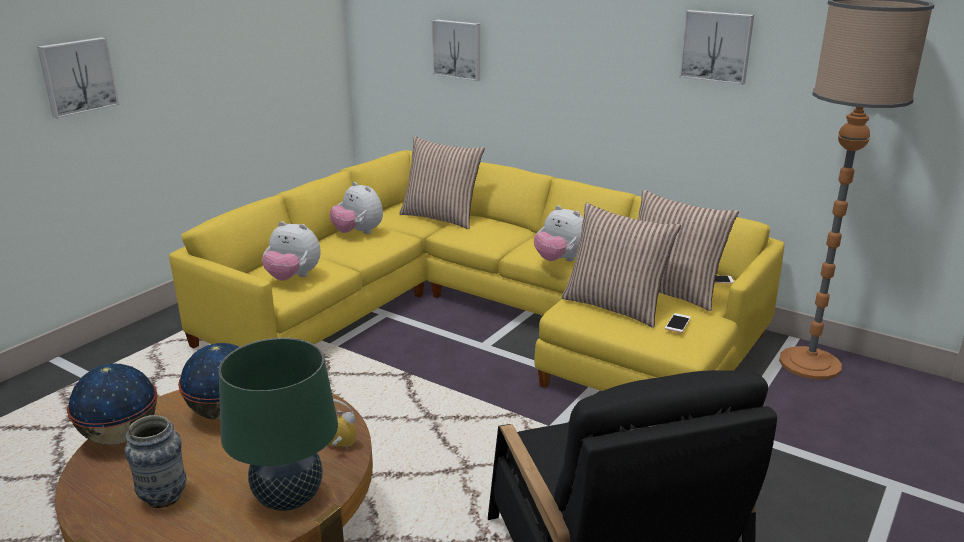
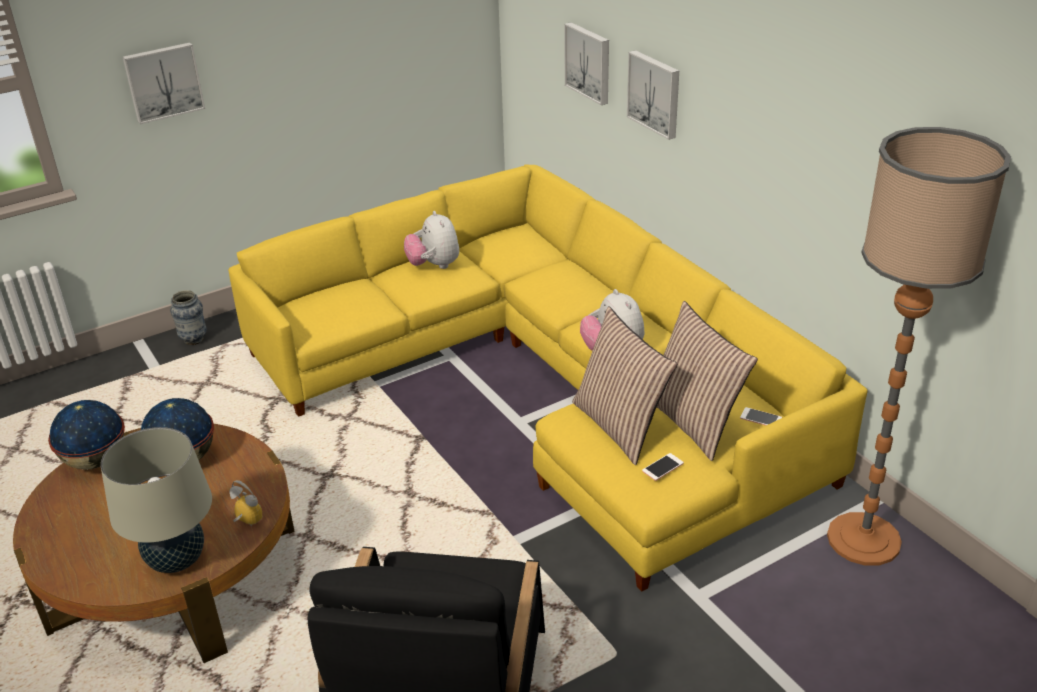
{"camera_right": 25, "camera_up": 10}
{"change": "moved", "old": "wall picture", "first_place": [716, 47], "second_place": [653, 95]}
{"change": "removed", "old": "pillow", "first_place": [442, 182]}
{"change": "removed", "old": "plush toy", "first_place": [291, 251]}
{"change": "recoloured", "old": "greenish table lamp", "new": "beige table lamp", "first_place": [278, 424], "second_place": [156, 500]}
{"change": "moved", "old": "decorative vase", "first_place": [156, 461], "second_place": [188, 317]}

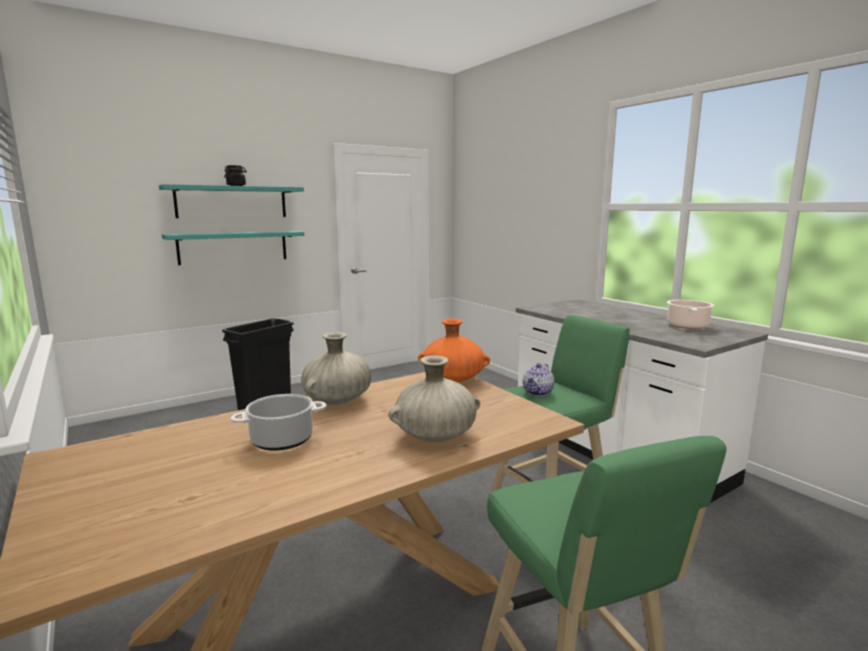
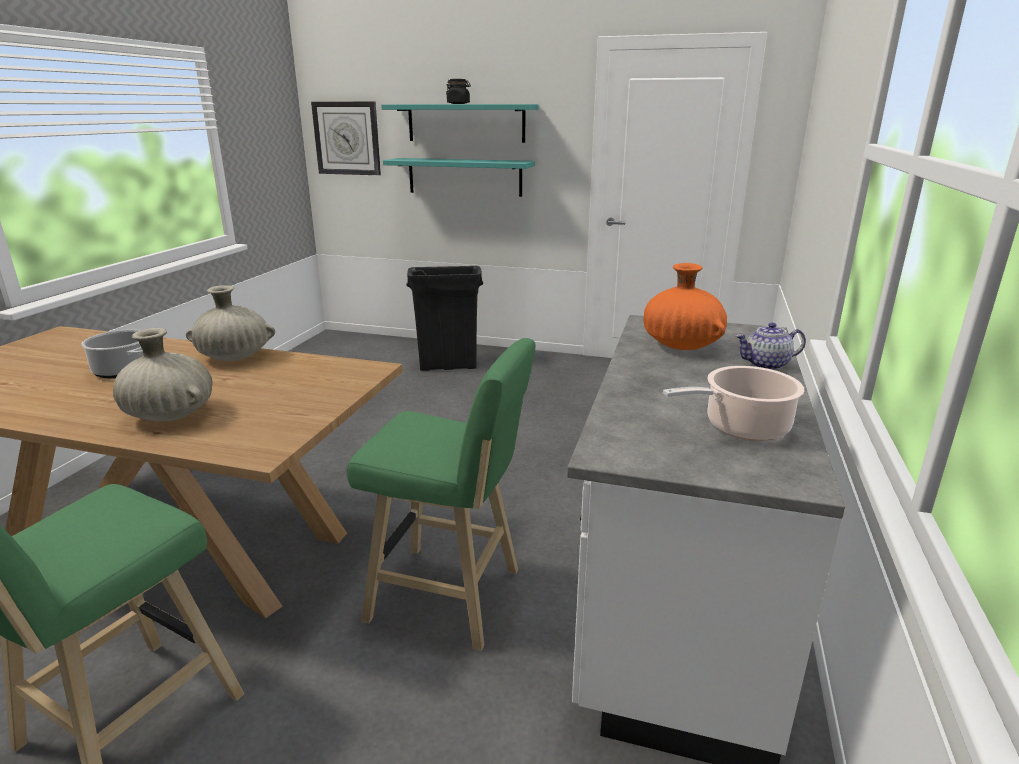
{"camera_right": 50, "camera_up": 10}
{"change": "moved", "old": "orange decorative vase", "first_place": [454, 350], "second_place": [685, 306]}
{"change": "moved", "old": "tea pot", "first_place": [538, 379], "second_place": [770, 346]}
{"change": "added", "new": "hanging clock", "second_place": [346, 138]}

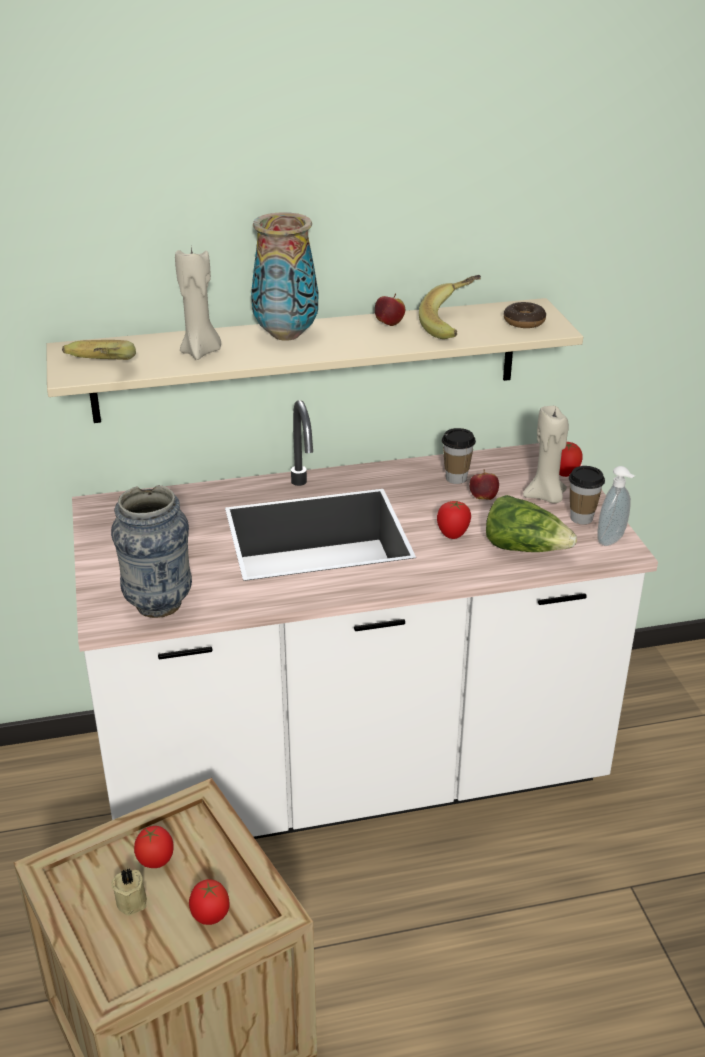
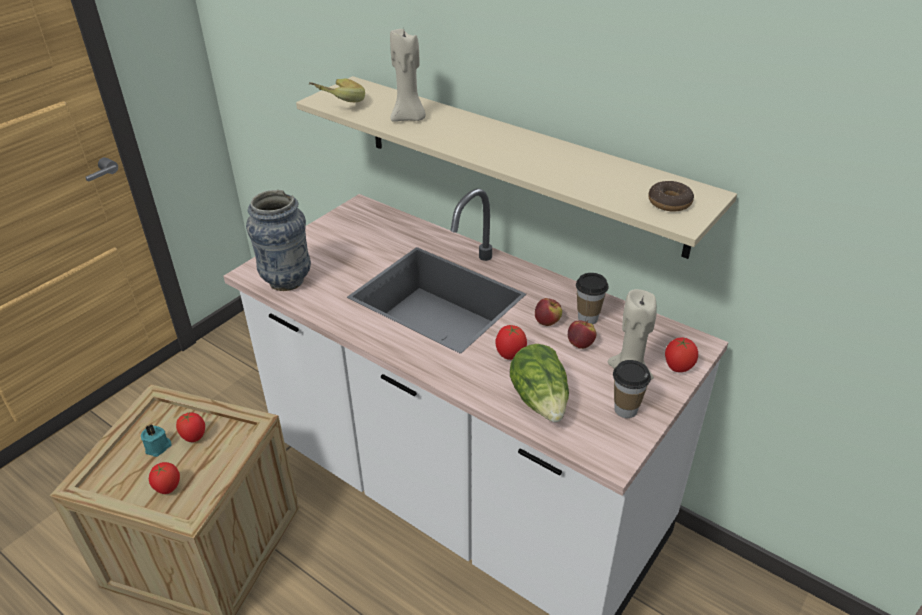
{"camera_right": 50, "camera_up": 5}
{"change": "removed", "old": "decorative vase", "first_place": [284, 276]}
{"change": "removed", "old": "banana fruit", "first_place": [450, 307]}
{"change": "moved", "old": "apple", "first_place": [390, 310], "second_place": [548, 312]}
{"change": "removed", "old": "soap dispenser", "first_place": [616, 506]}
{"change": "recoloured", "old": "beige candle", "new": "turquoise-coloured candle", "first_place": [129, 892], "second_place": [156, 440]}

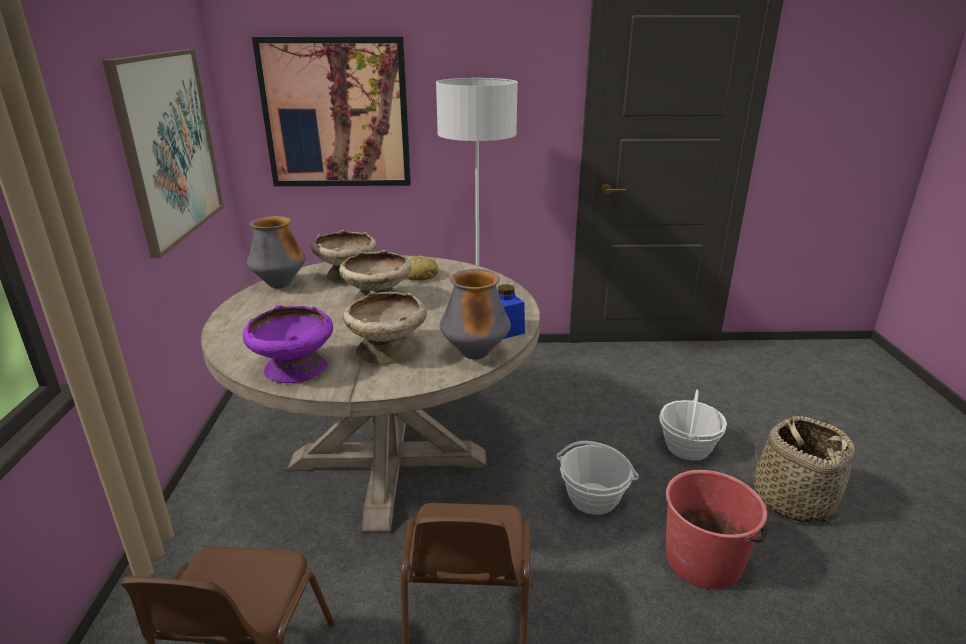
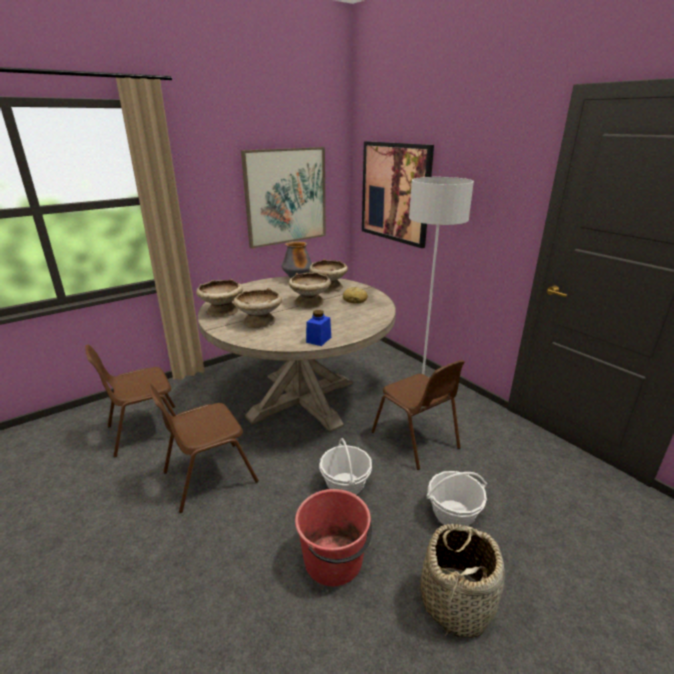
{"camera_right": 55, "camera_up": 0}
{"change": "removed", "old": "decorative vase", "first_place": [475, 314]}
{"change": "recoloured", "old": "purplish serving bowl", "new": "beige serving bowl", "first_place": [288, 344], "second_place": [219, 298]}
{"change": "added", "new": "brown-coloured plain chair", "second_place": [418, 415]}

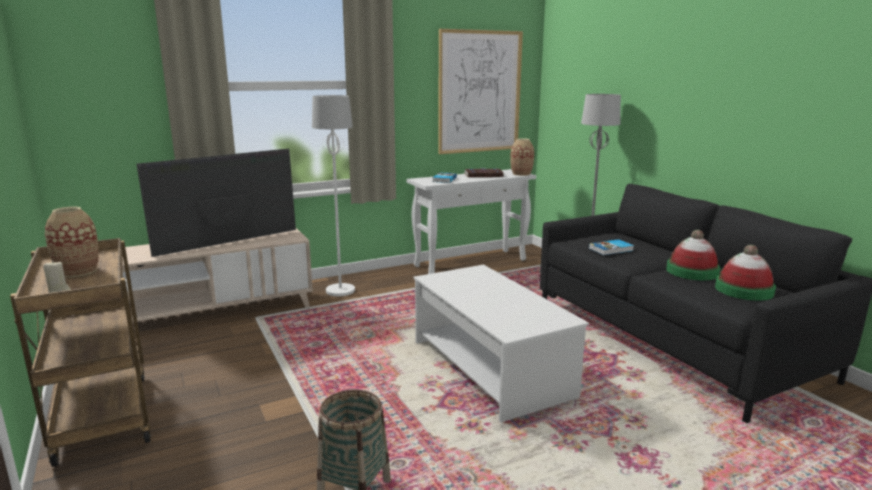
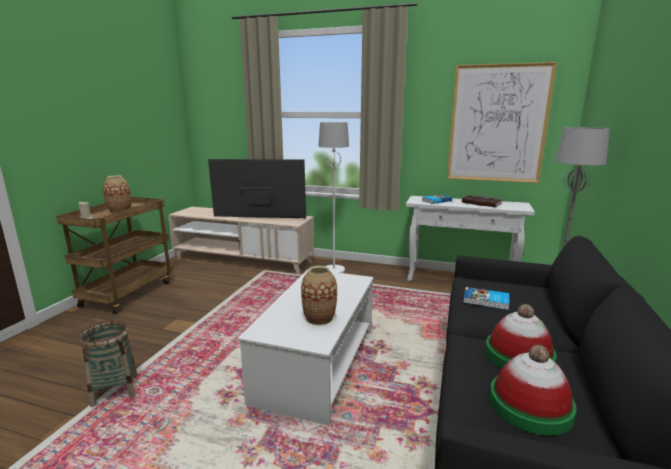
{"camera_right": 45, "camera_up": 0}
{"change": "moved", "old": "decorative vase", "first_place": [522, 157], "second_place": [319, 295]}

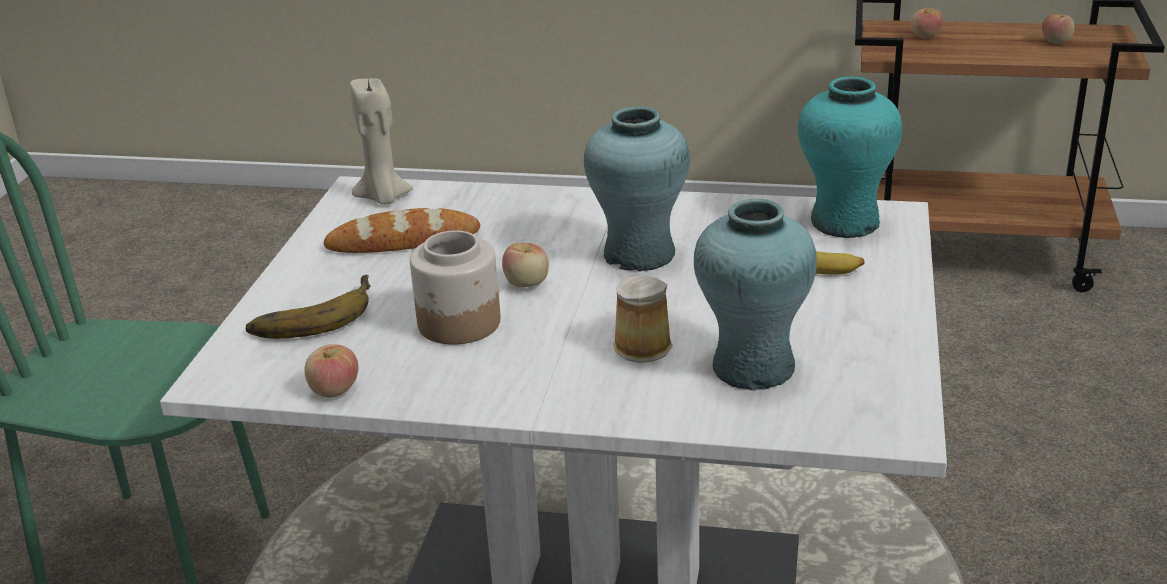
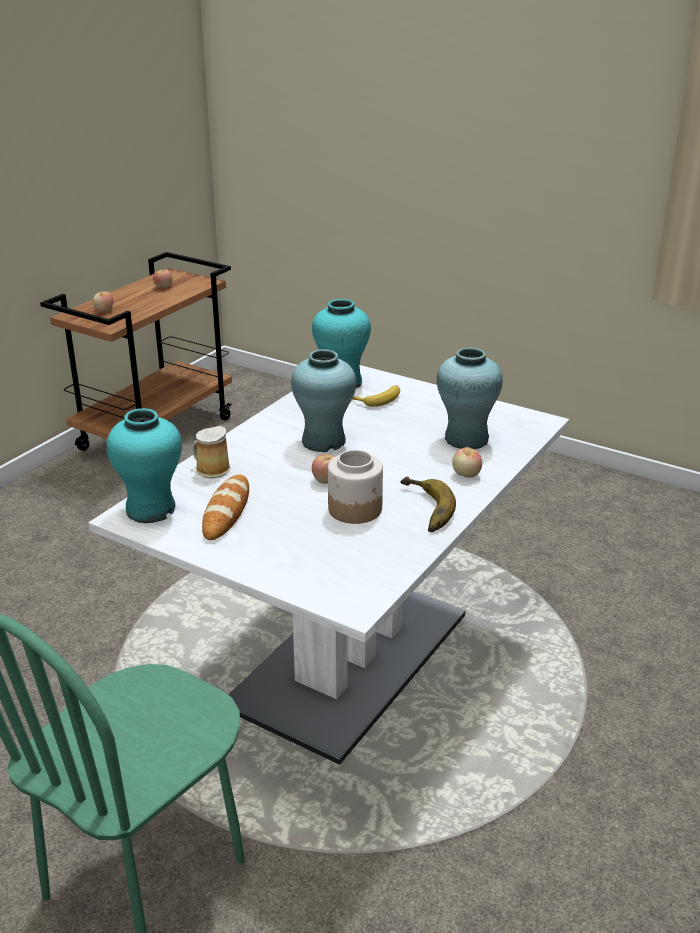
{"camera_right": -70, "camera_up": 0}
{"change": "replaced", "old": "beige candle", "new": "turquoise-coloured decorative vase", "first_place": [381, 141], "second_place": [144, 465]}
{"change": "moved", "old": "banana fruit", "first_place": [308, 307], "second_place": [428, 504]}
{"change": "moved", "old": "mug", "first_place": [643, 319], "second_place": [211, 452]}
{"change": "moved", "old": "apple", "first_place": [332, 371], "second_place": [467, 462]}

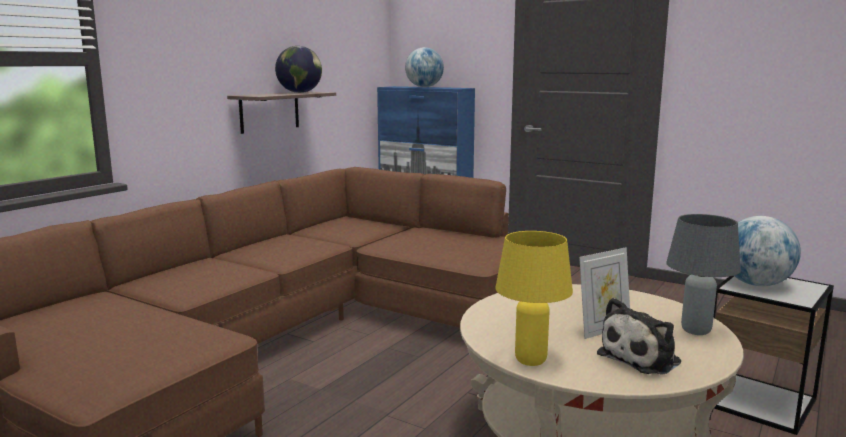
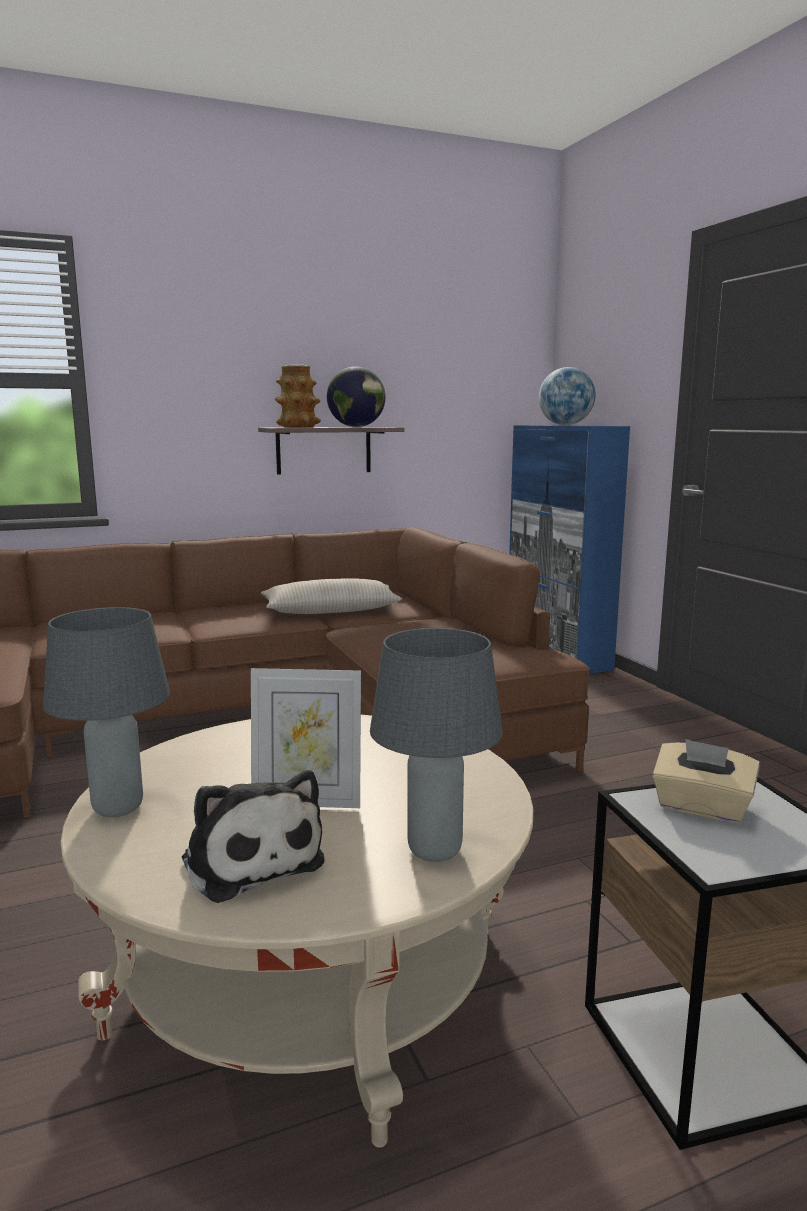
{"camera_right": 35, "camera_up": 0}
{"change": "replaced", "old": "globe", "new": "beige box of tissues", "first_place": [767, 251], "second_place": [706, 781]}
{"change": "recoloured", "old": "yellow-coloured table lamp", "new": "grey table lamp", "first_place": [534, 298], "second_place": [106, 712]}
{"change": "turned", "old": "plush toy", "first_place": [639, 336], "second_place": [253, 836], "degrees": -120}
{"change": "added", "new": "decorative vase", "second_place": [298, 396]}
{"change": "added", "new": "beige pillow", "second_place": [331, 596]}

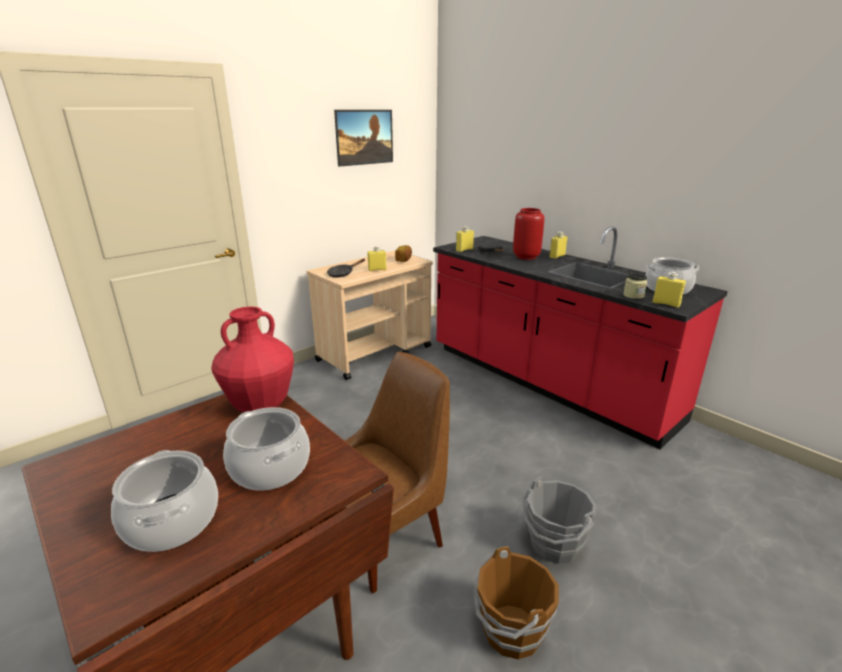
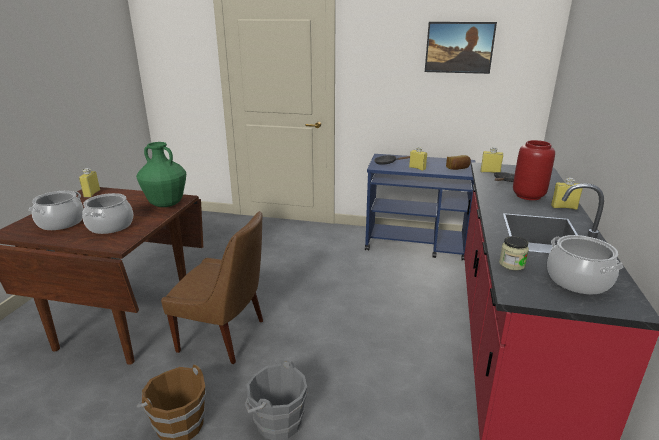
{"camera_right": 55, "camera_up": 0}
{"change": "recoloured", "old": "beige wheeled cart", "new": "blue-coloured wheeled cart", "first_place": [370, 315], "second_place": [420, 207]}
{"change": "moved", "old": "yellow-coloured bottle", "first_place": [669, 290], "second_place": [89, 182]}
{"change": "recoloured", "old": "reddish decorative vase", "new": "greenish decorative vase", "first_place": [252, 360], "second_place": [161, 174]}

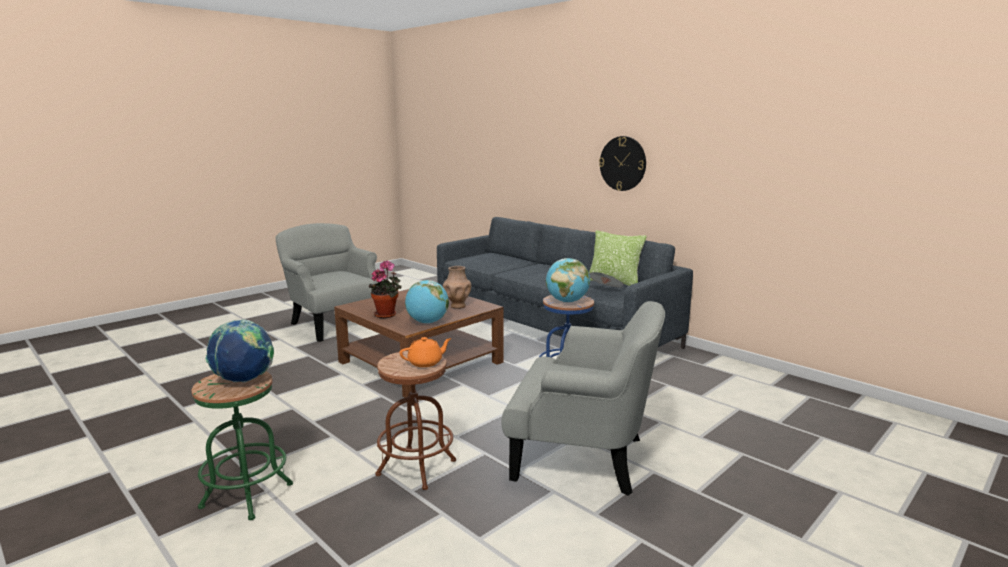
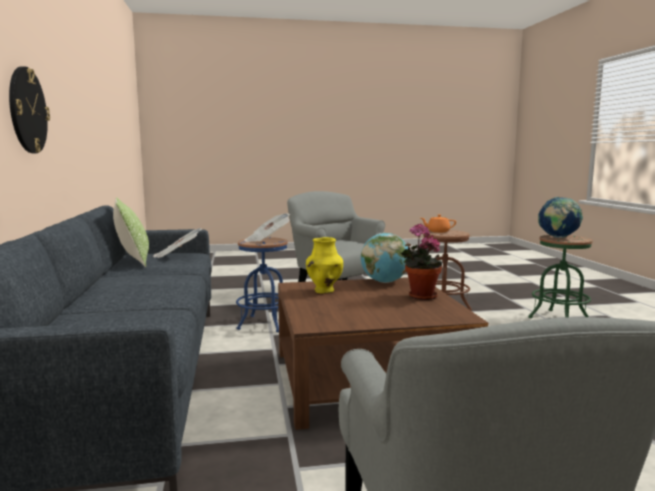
{"camera_right": -145, "camera_up": -5}
{"change": "replaced", "old": "globe", "new": "newspaper", "first_place": [568, 280], "second_place": [267, 227]}
{"change": "recoloured", "old": "brown-coloured decorative vase", "new": "yellow-coloured decorative vase", "first_place": [457, 287], "second_place": [324, 265]}

